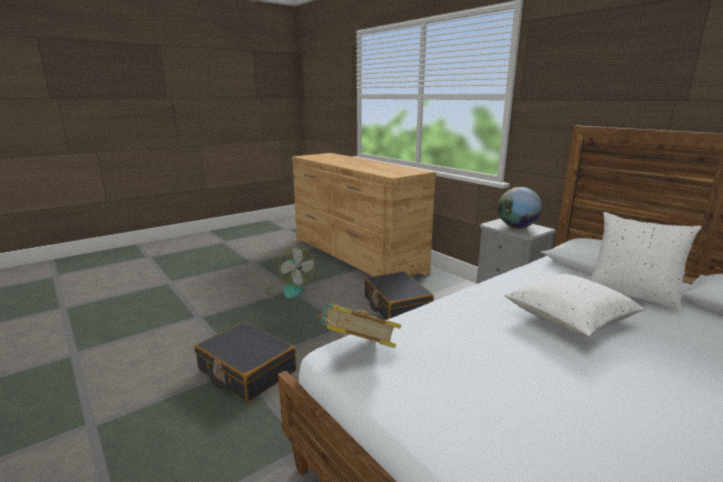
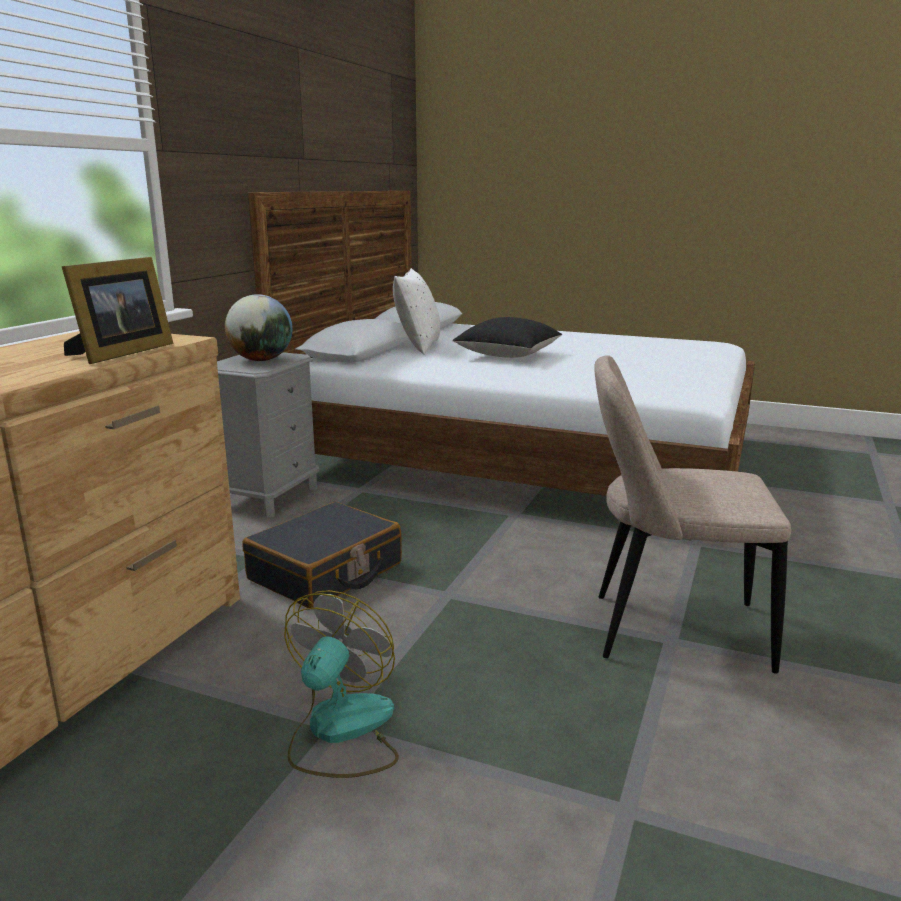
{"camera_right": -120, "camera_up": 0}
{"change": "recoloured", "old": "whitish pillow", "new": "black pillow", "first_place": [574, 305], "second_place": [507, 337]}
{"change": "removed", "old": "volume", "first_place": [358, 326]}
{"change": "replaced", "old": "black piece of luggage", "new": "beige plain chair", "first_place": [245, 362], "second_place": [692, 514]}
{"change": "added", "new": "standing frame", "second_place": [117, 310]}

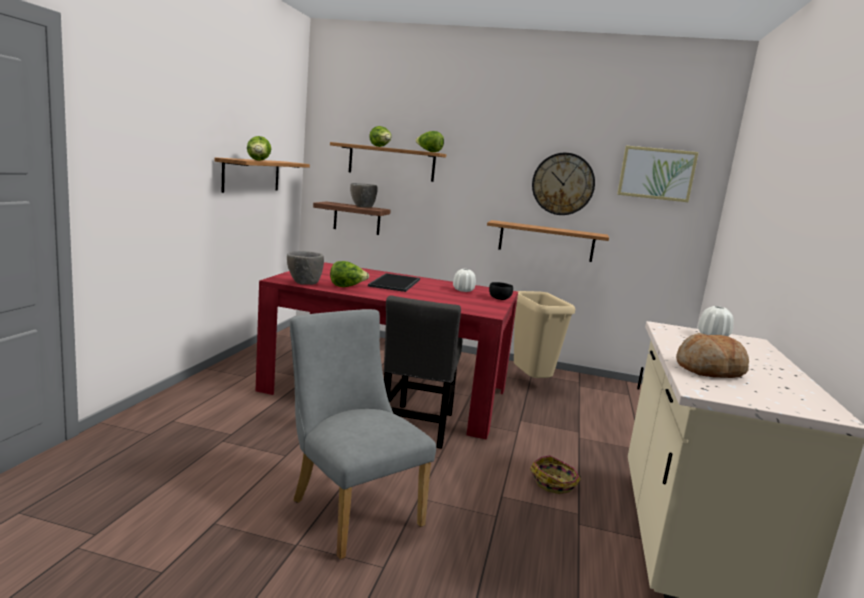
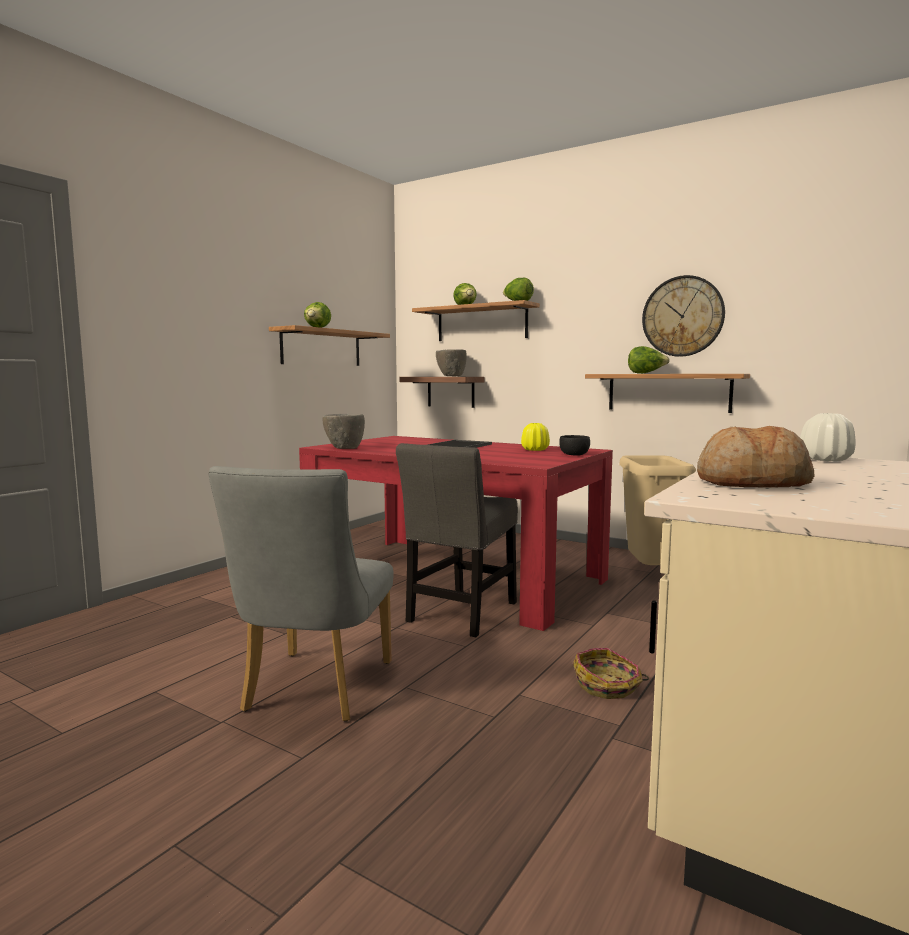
{"camera_right": 20, "camera_up": -5}
{"change": "removed", "old": "wall picture", "first_place": [658, 174]}
{"change": "moved", "old": "lettuce head", "first_place": [349, 274], "second_place": [649, 360]}
{"change": "recoloured", "old": "whitish decorative vase", "new": "yellow-coloured decorative vase", "first_place": [464, 280], "second_place": [535, 437]}
{"change": "turned", "old": "grey plain chair", "first_place": [363, 434], "second_place": [301, 594], "degrees": -150}

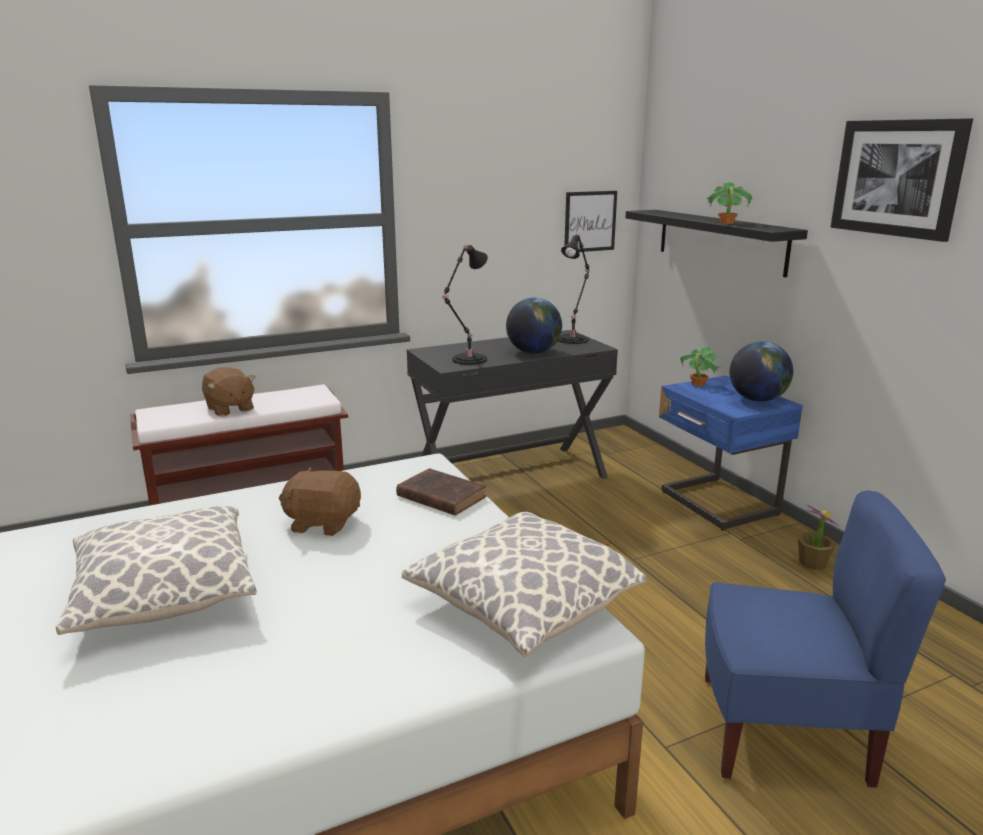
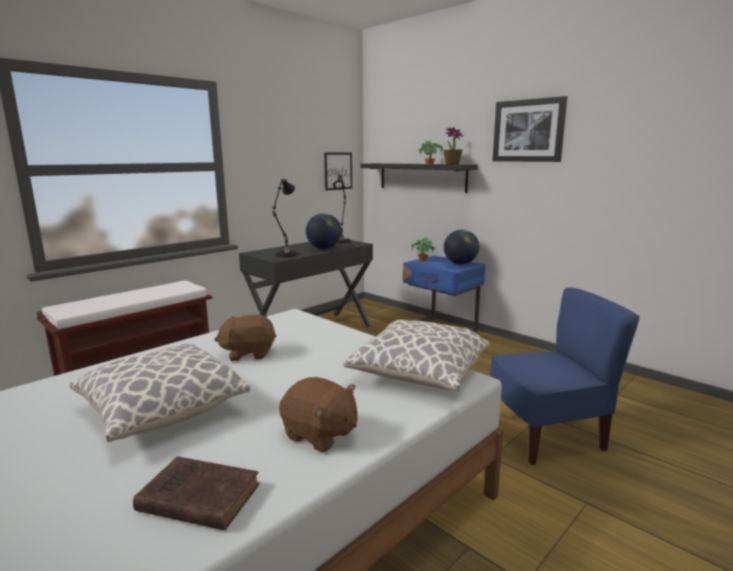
{"camera_right": -20, "camera_up": -5}
{"change": "moved", "old": "brown-coloured plush toy", "first_place": [228, 392], "second_place": [318, 414]}
{"change": "moved", "old": "brown-coloured volume", "first_place": [441, 492], "second_place": [196, 493]}
{"change": "moved", "old": "plant in a pot", "first_place": [818, 537], "second_place": [453, 145]}

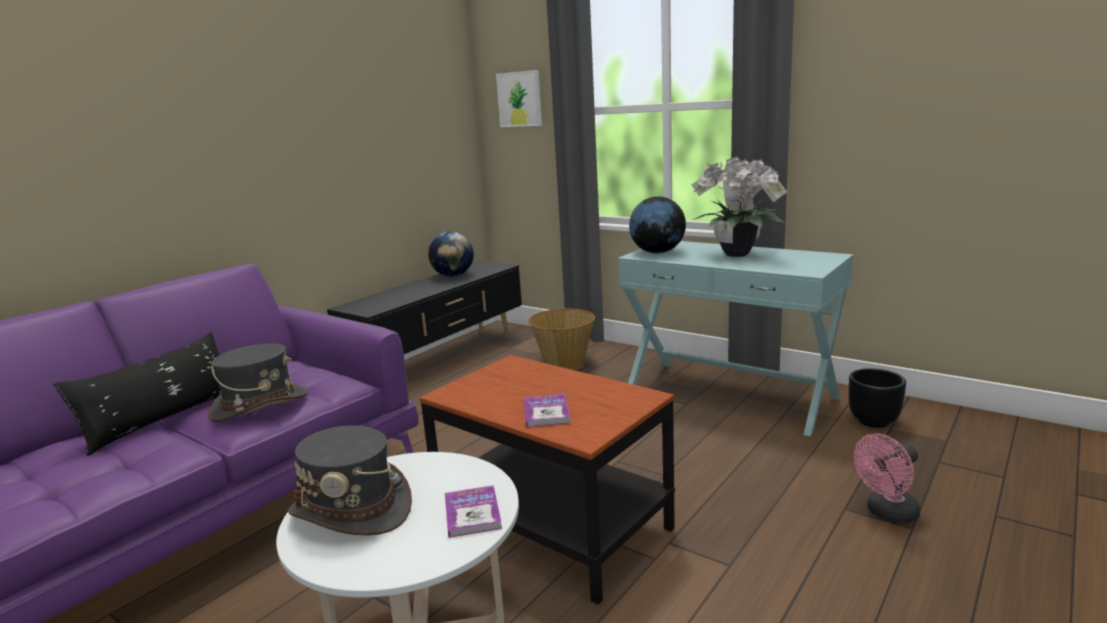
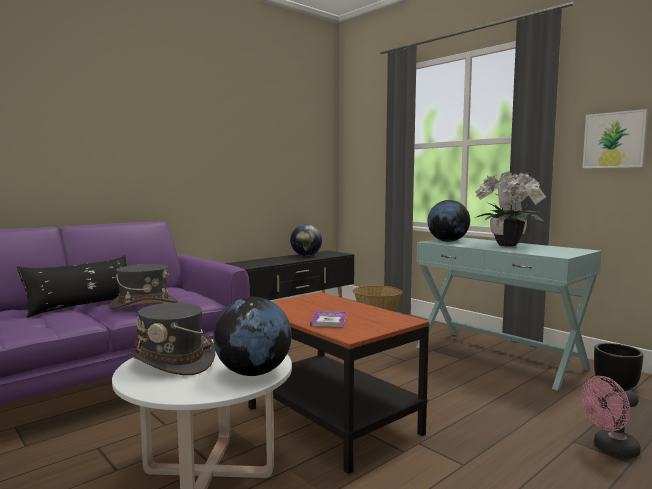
{"camera_right": 10, "camera_up": -10}
{"change": "moved", "old": "wall picture", "first_place": [519, 98], "second_place": [615, 138]}
{"change": "replaced", "old": "volume", "new": "globe", "first_place": [473, 511], "second_place": [252, 336]}

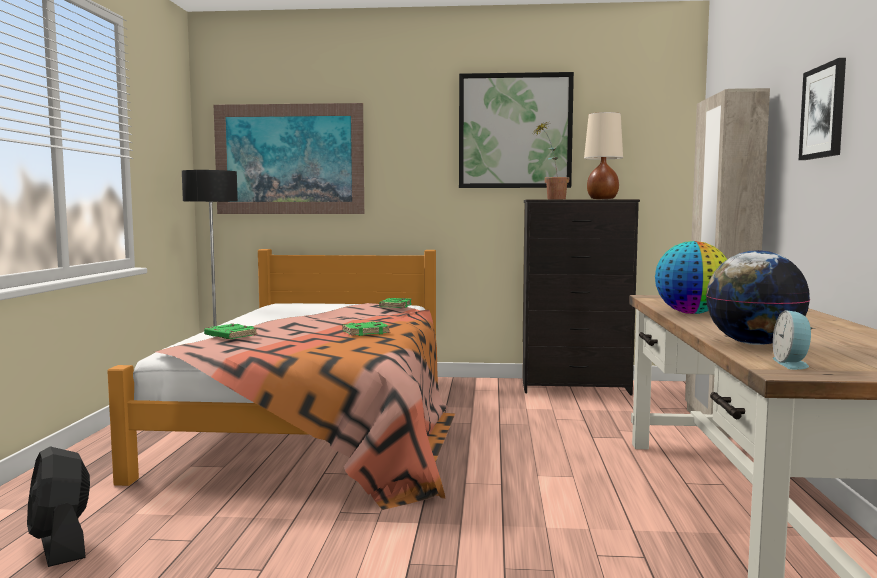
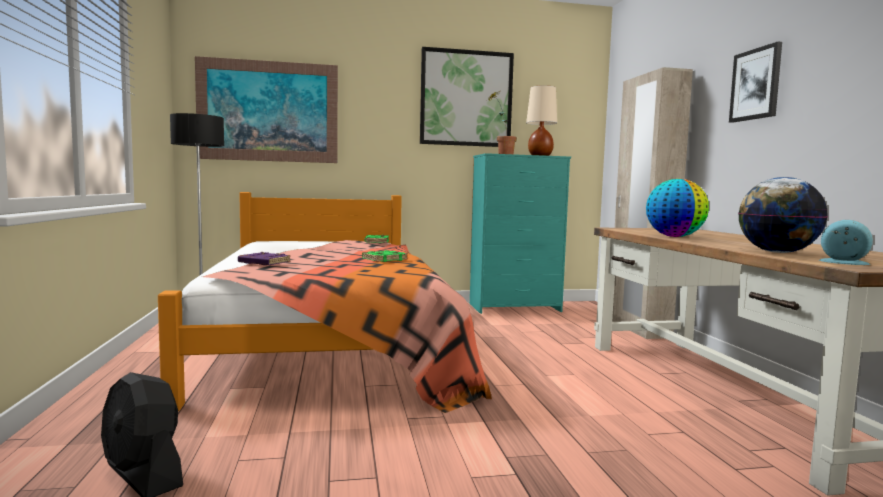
{"camera_right": -15, "camera_up": 0}
{"change": "recoloured", "old": "black drawer chest", "new": "turquoise-coloured drawer chest", "first_place": [581, 297], "second_place": [520, 233]}
{"change": "turned", "old": "bedside clock", "first_place": [793, 340], "second_place": [846, 242], "degrees": 135}
{"change": "recoloured", "old": "greenish volume", "new": "purplish volume", "first_place": [231, 331], "second_place": [264, 258]}

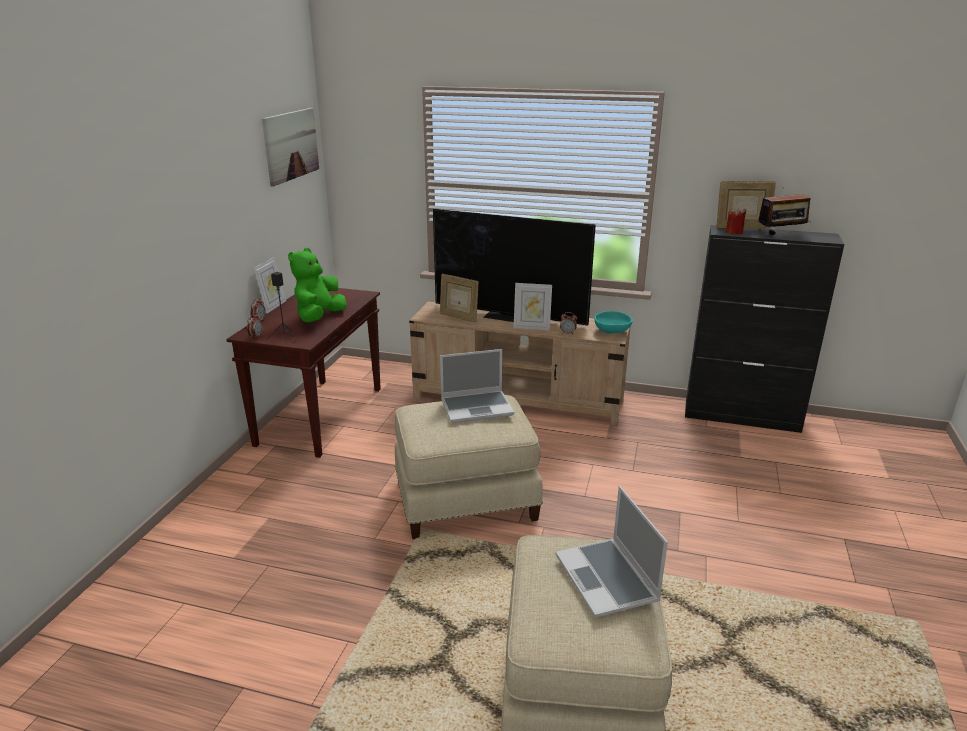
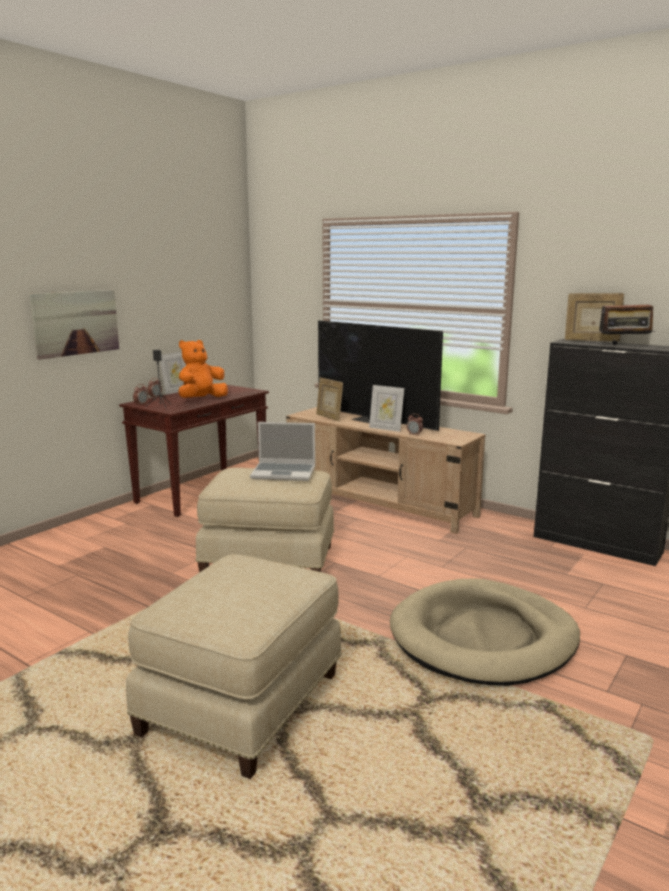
{"camera_right": 20, "camera_up": -10}
{"change": "moved", "old": "wall picture", "first_place": [290, 147], "second_place": [74, 325]}
{"change": "removed", "old": "reddish candle", "first_place": [736, 221]}
{"change": "recoloured", "old": "greenish plush toy", "new": "orange plush toy", "first_place": [317, 285], "second_place": [203, 369]}
{"change": "removed", "old": "turquoise-coloured serving bowl", "first_place": [613, 322]}
{"change": "removed", "old": "notebook computer", "first_place": [612, 552]}
{"change": "added", "new": "beige pet bed", "second_place": [485, 632]}

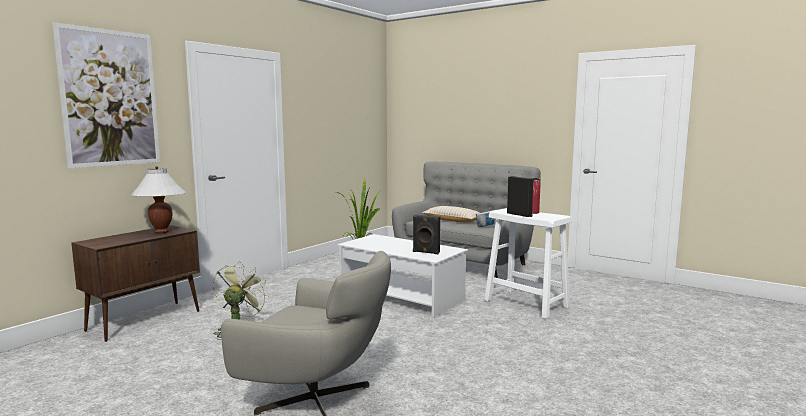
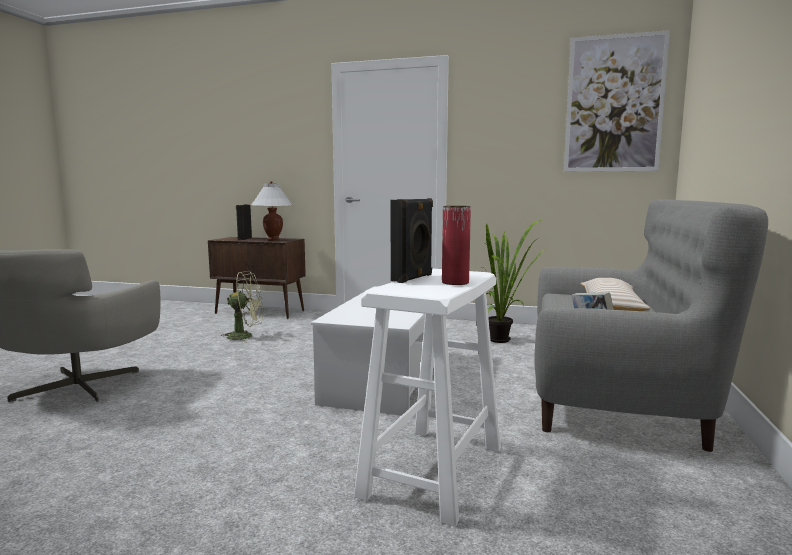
{"camera_right": 70, "camera_up": 0}
{"change": "moved", "old": "wall picture", "first_place": [106, 95], "second_place": [617, 101]}
{"change": "moved", "old": "black loudspeaker", "first_place": [426, 234], "second_place": [244, 222]}

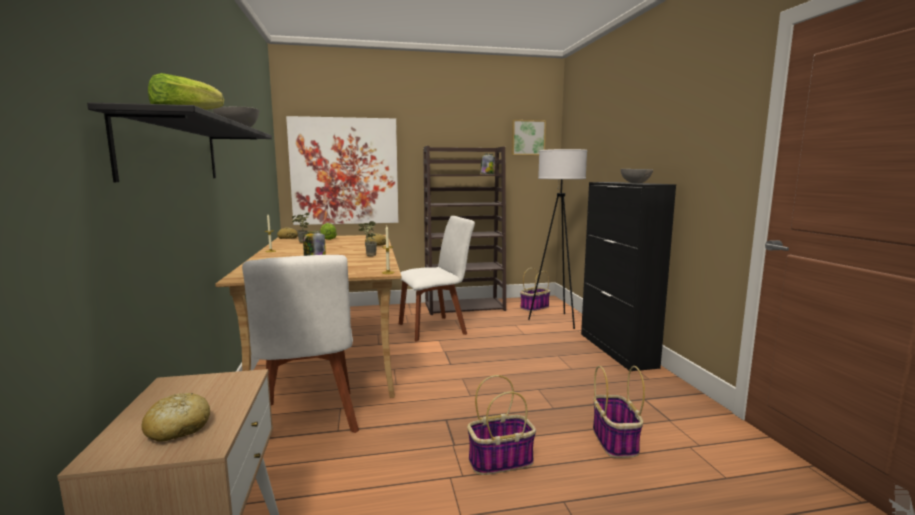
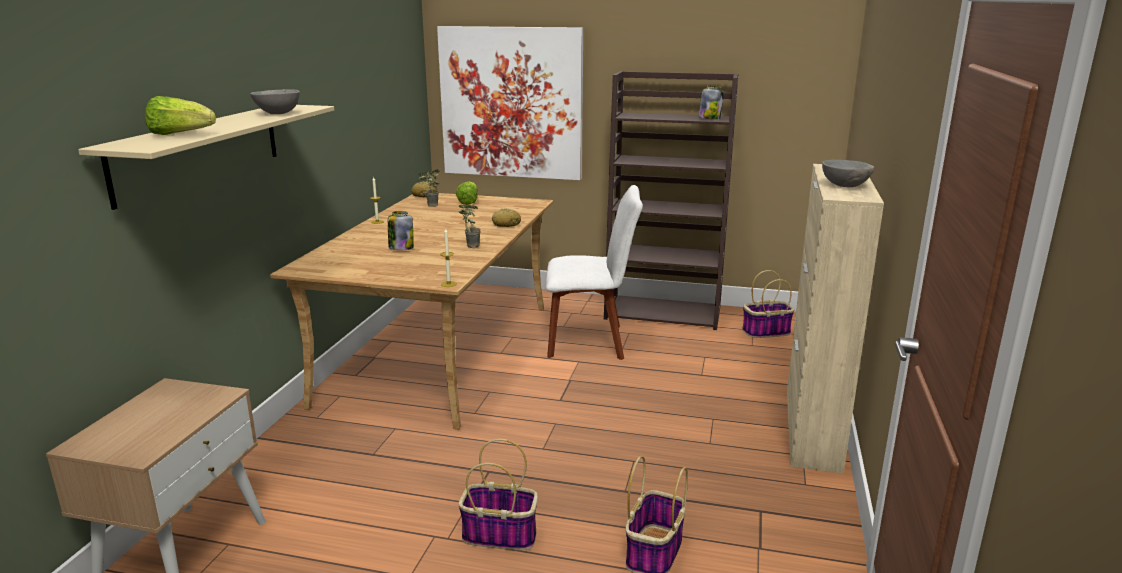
{"camera_right": 25, "camera_up": 10}
{"change": "recoloured", "old": "black shelf", "new": "beige shelf", "first_place": [179, 142], "second_place": [206, 157]}
{"change": "removed", "old": "wall picture", "first_place": [528, 137]}
{"change": "removed", "old": "whitish standard lamp", "first_place": [557, 239]}
{"change": "recoloured", "old": "black cupboard", "new": "beige cupboard", "first_place": [628, 276], "second_place": [835, 319]}
{"change": "removed", "old": "whitish plain chair", "first_place": [300, 344]}
{"change": "removed", "old": "bakery bread", "first_place": [176, 417]}

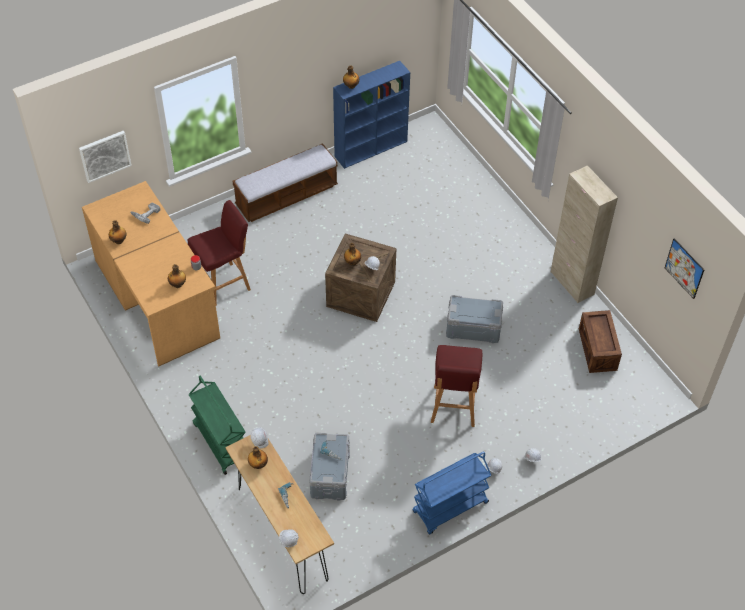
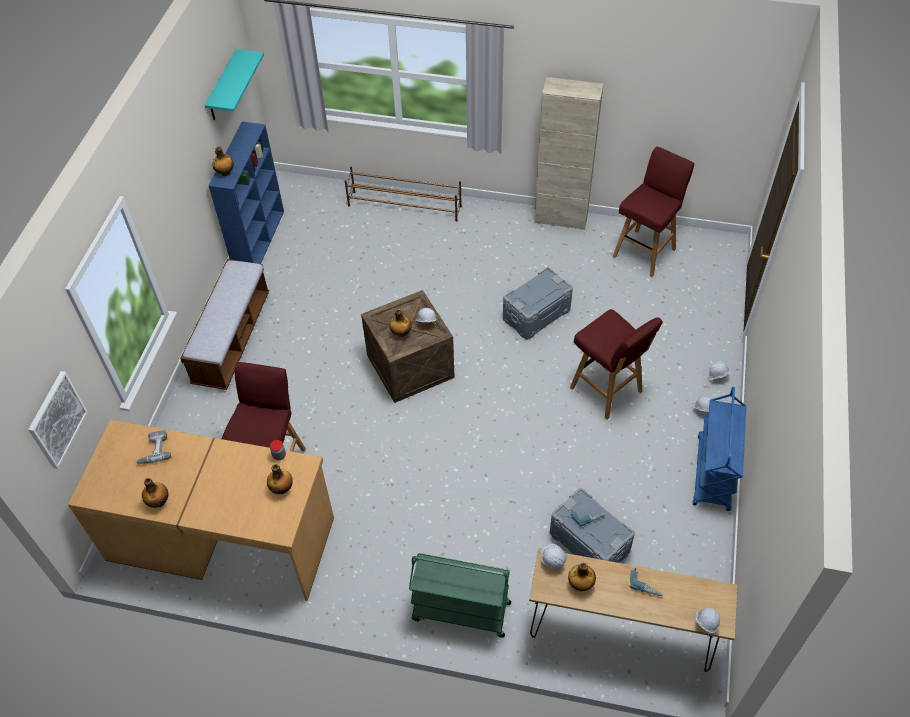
{"camera_right": -45, "camera_up": 0}
{"change": "removed", "old": "wall picture", "first_place": [684, 268]}
{"change": "replaced", "old": "packing crate", "new": "reddish stool seat", "first_place": [600, 341], "second_place": [653, 212]}
{"change": "added", "new": "turquoise-coloured shelf", "second_place": [234, 84]}
{"change": "added", "new": "brown-coloured shoe rack", "second_place": [403, 194]}

